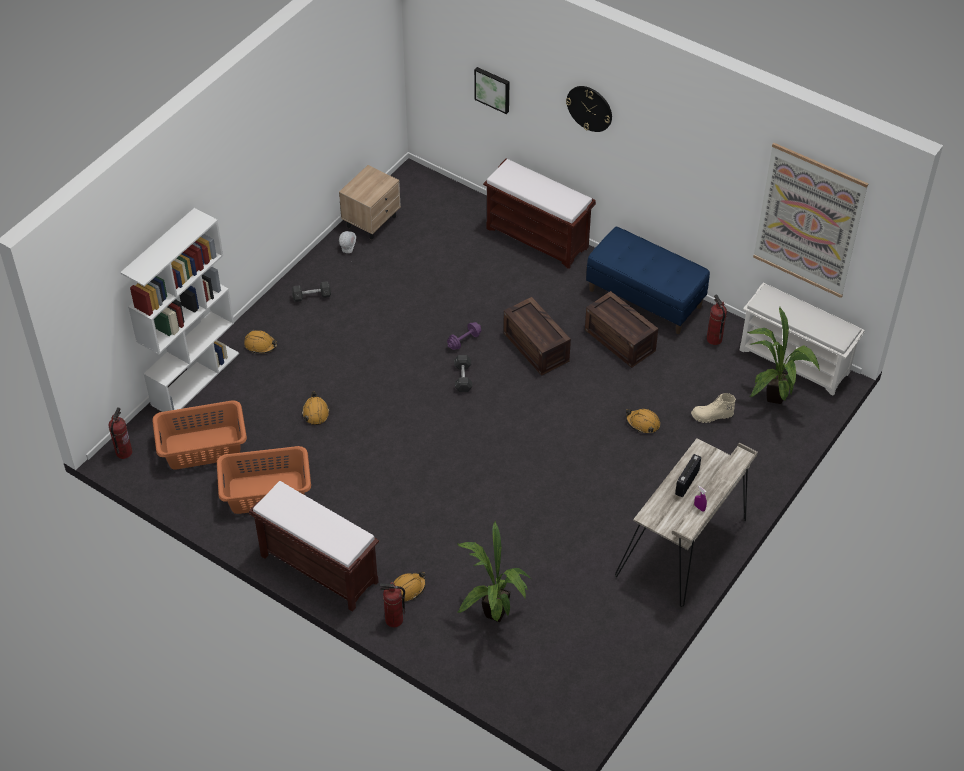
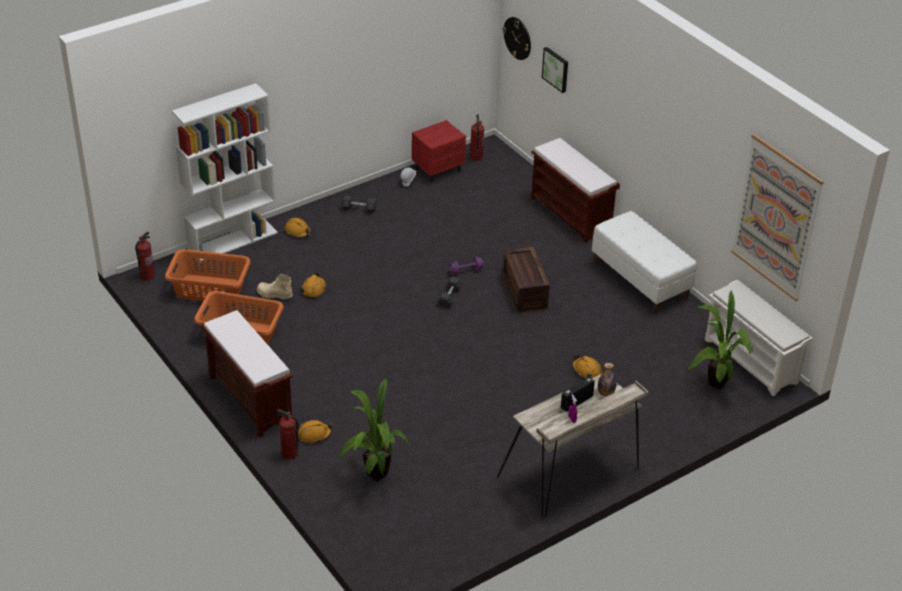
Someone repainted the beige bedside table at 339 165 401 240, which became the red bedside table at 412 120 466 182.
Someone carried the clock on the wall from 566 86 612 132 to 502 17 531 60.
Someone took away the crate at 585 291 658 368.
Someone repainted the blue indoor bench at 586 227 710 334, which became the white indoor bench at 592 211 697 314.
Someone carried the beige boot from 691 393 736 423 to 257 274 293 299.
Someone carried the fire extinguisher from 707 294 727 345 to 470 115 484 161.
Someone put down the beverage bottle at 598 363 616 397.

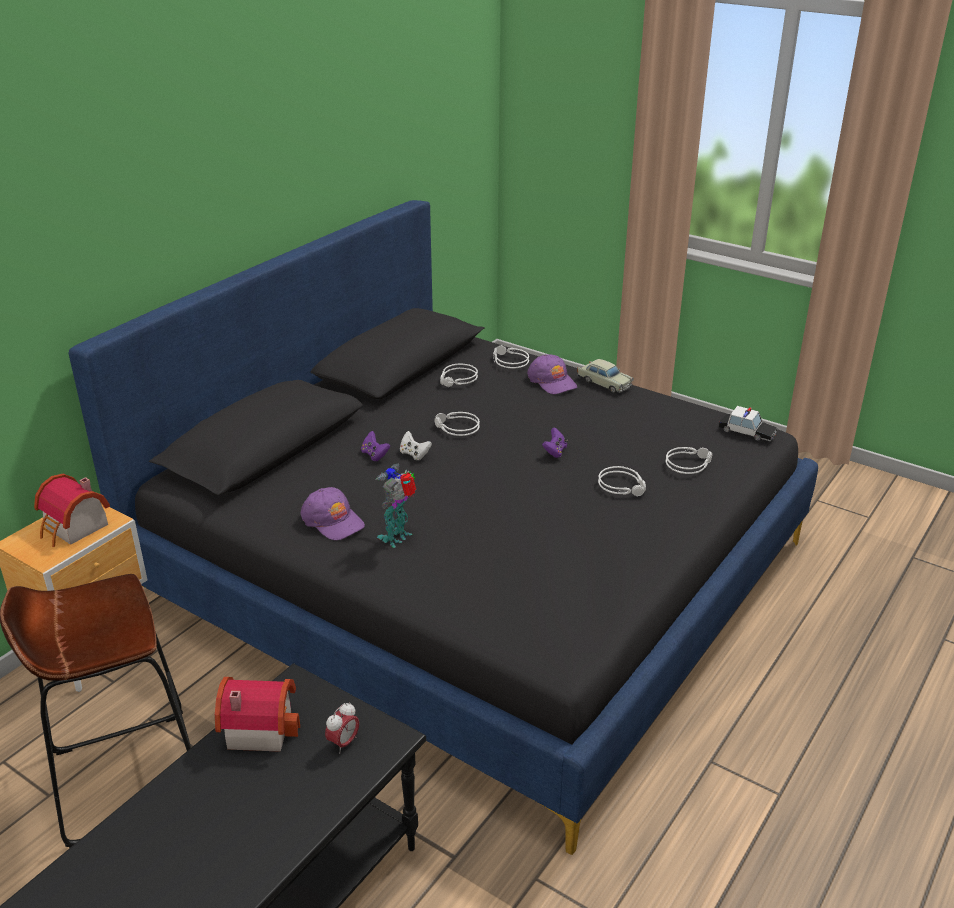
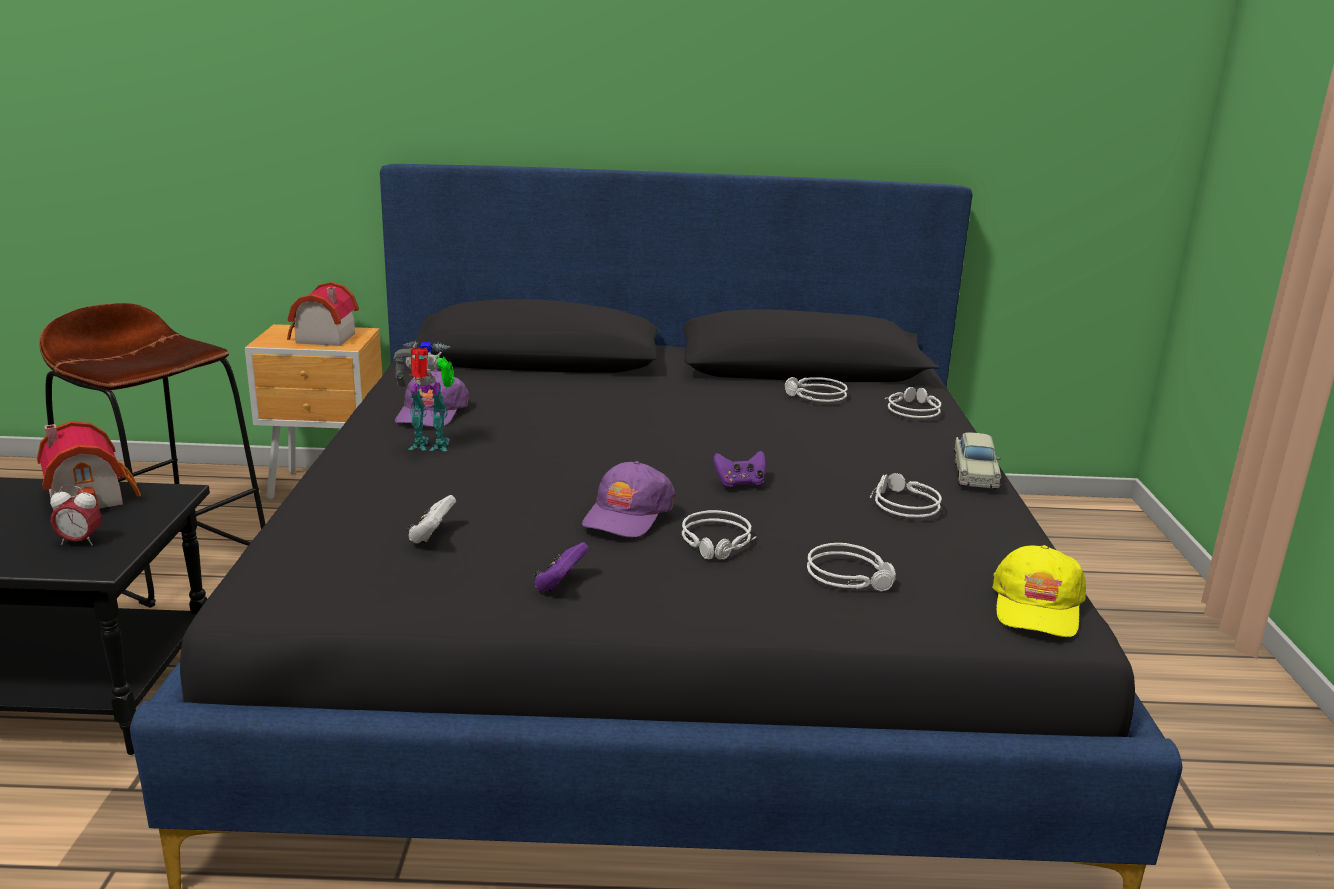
Someone carried the purple-coloured gamepad from 361 431 390 461 to 534 542 589 592.
Someone carried the white gamepad from 400 431 432 460 to 407 495 456 543.
Someone carried the grey headset from 434 412 480 436 to 870 473 942 518.
Someone carried the purple-coloured peaked cap from 527 354 577 394 to 582 461 676 537.
Someone swapped the miniature car at 719 406 777 441 for the yellow-coloured peaked cap at 992 545 1086 637.

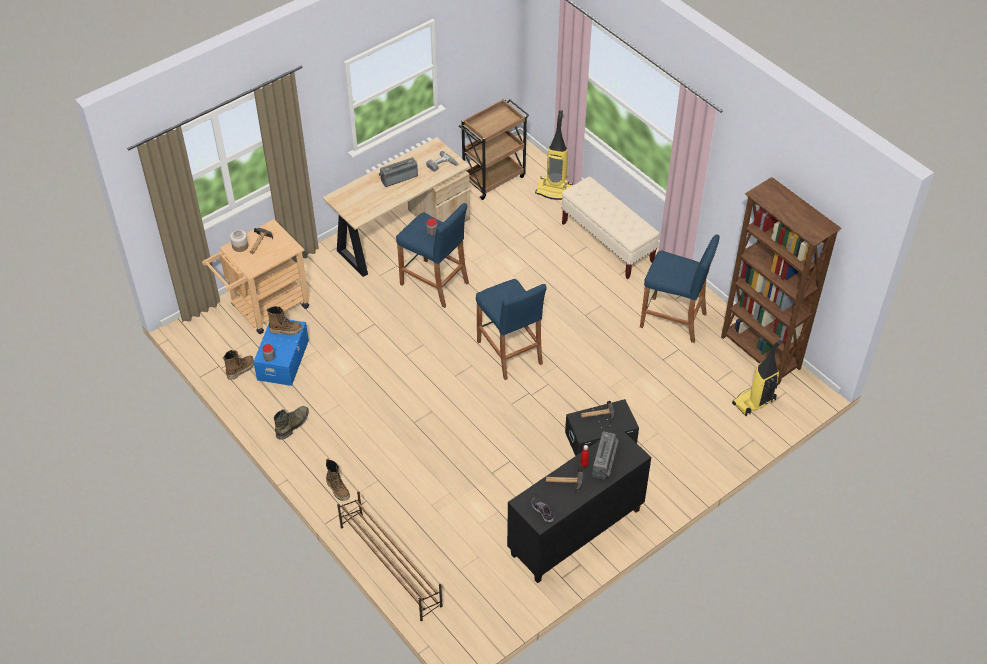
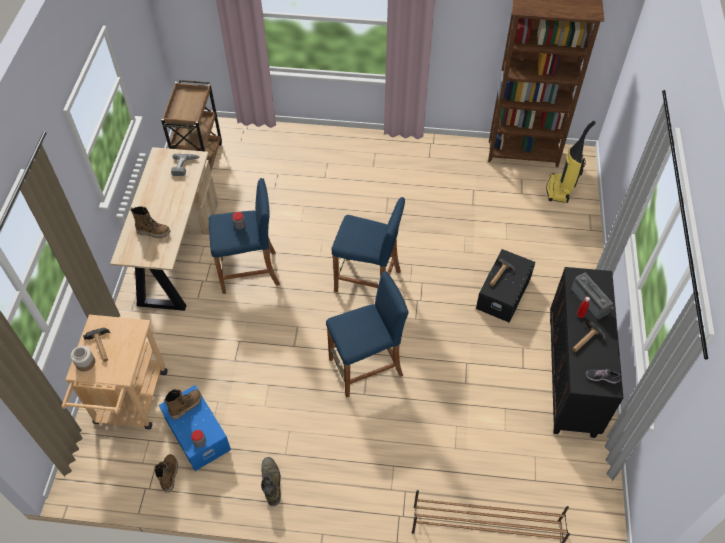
Someone carried the boot from 326 458 350 501 to 130 206 170 238.
Someone took away the radio receiver at 379 157 418 187.
Someone took away the vacuum at 535 110 573 200.
Someone took away the beige indoor bench at 562 177 660 279.
Someone carried the blue stool from 640 234 720 343 to 326 271 409 398.

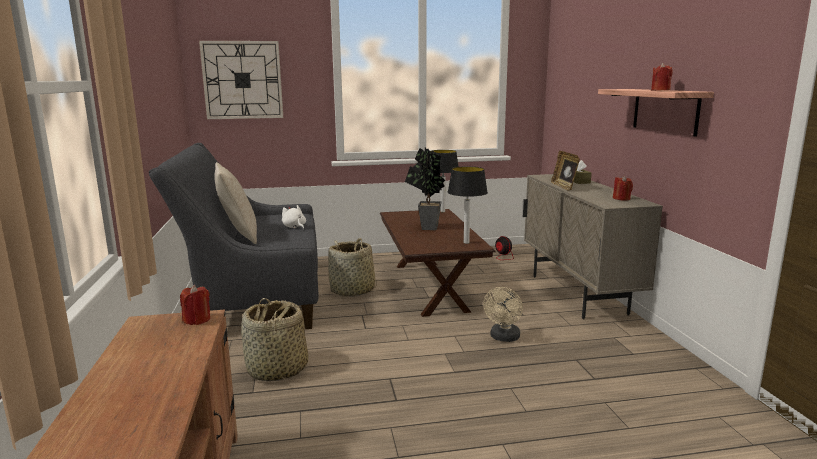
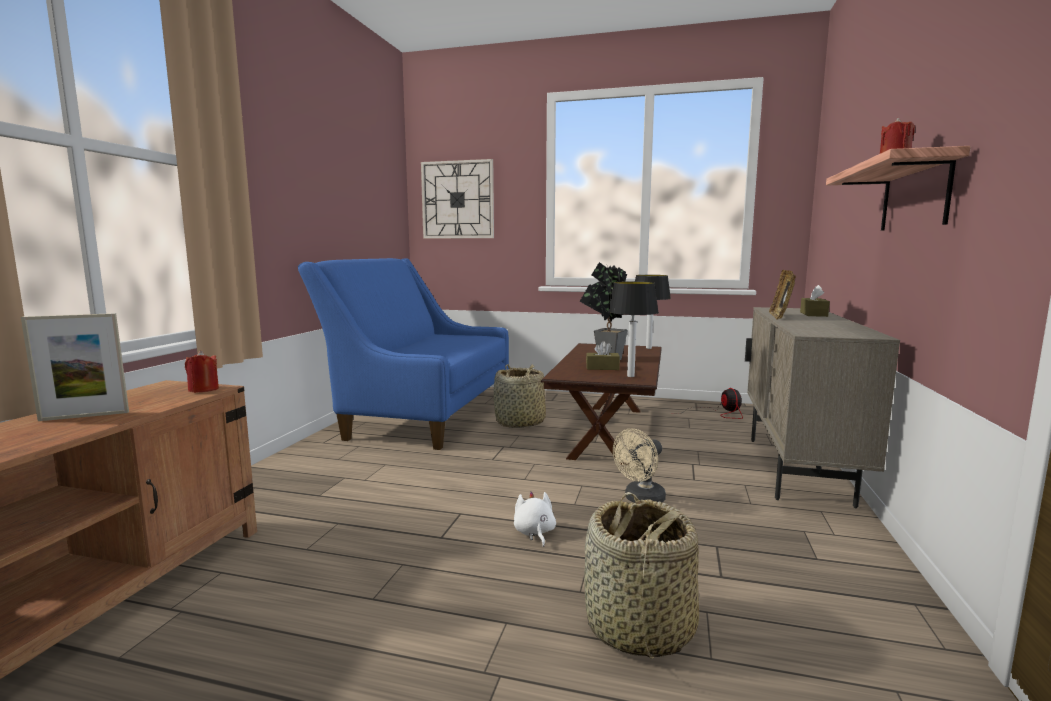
Someone repainted the grey settee at 149 143 319 329, which became the blue settee at 298 258 509 450.
Someone took away the beige cushion at 214 162 257 244.
Someone carried the household basket from 241 298 308 381 to 584 492 699 659.
Someone carried the white plush toy from 282 205 306 229 to 514 491 556 547.
Someone took away the red wax light at 613 176 633 201.
Someone put down the photo frame at 21 313 129 421.
Someone put down the brown-coloured tissue holder at 586 341 620 370.

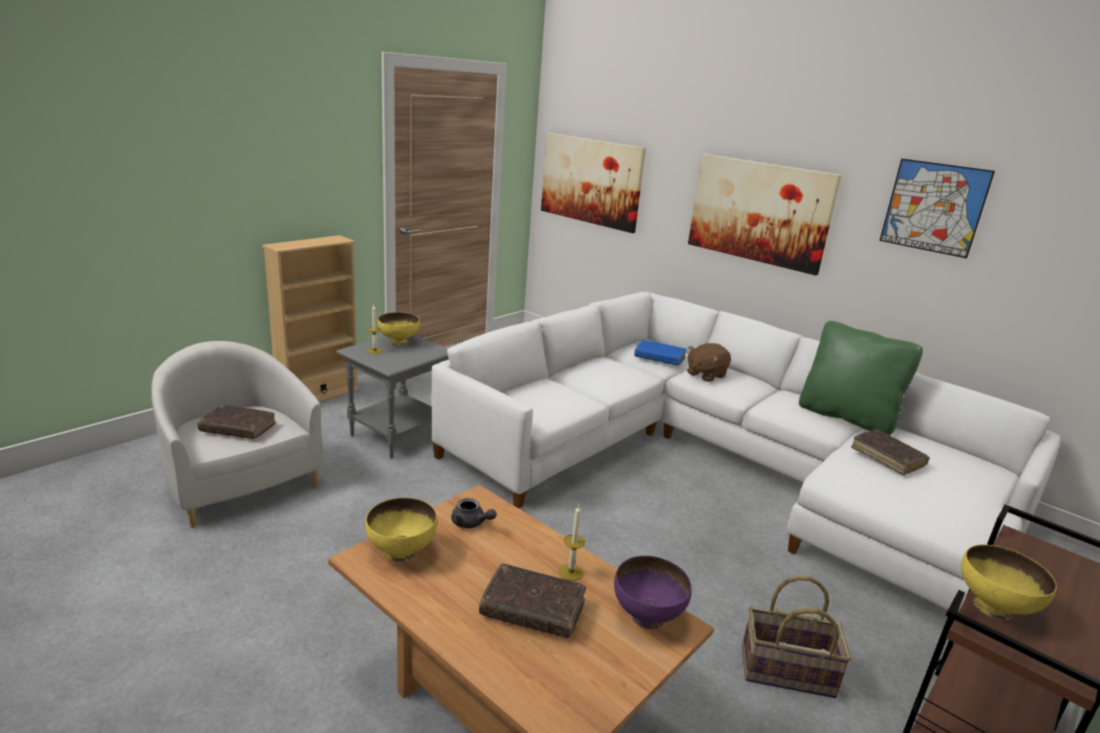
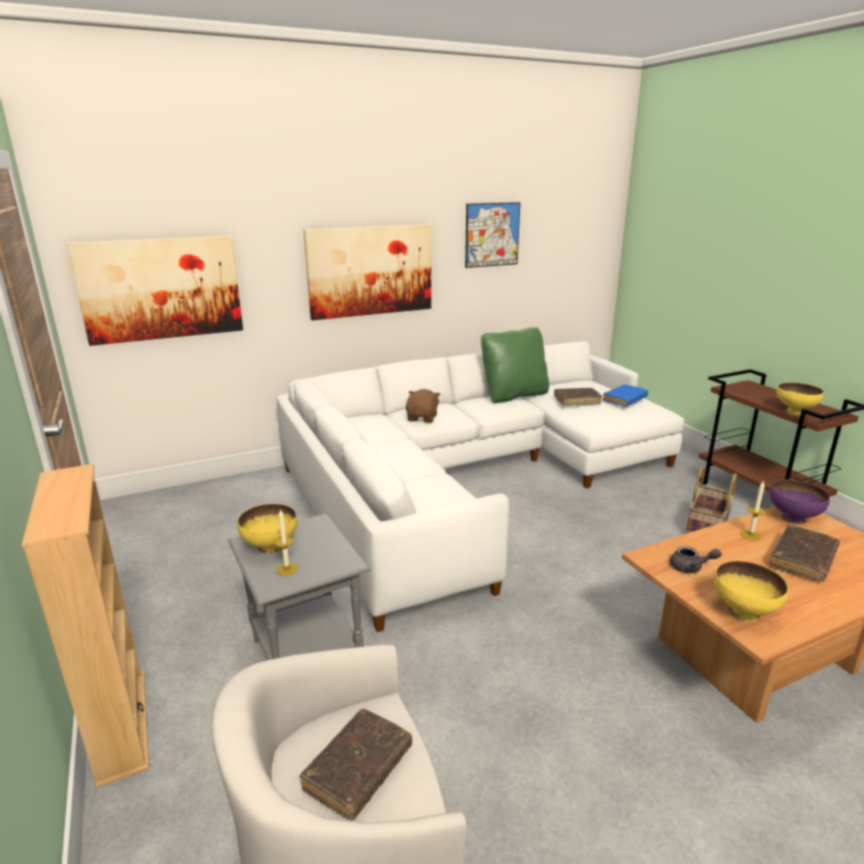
Someone rotated the grey pot for tea at 451 498 497 528 by 45 degrees clockwise.
Someone carried the blue volume from 634 340 687 366 to 603 385 648 407.
Someone rotated the brown-coloured plush toy at 687 343 731 382 by 150 degrees counterclockwise.

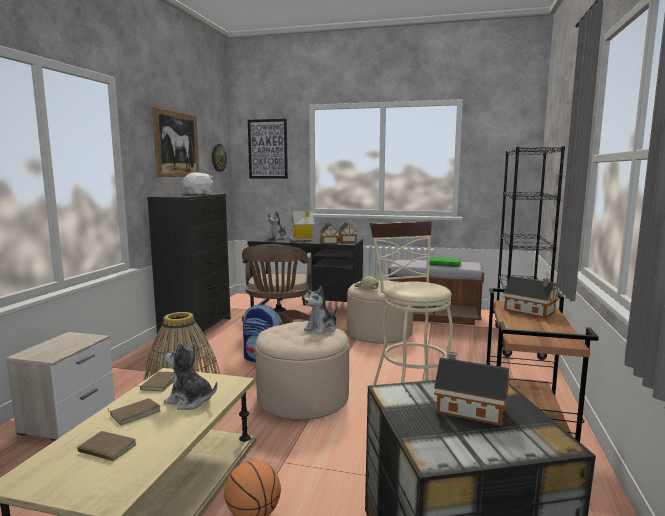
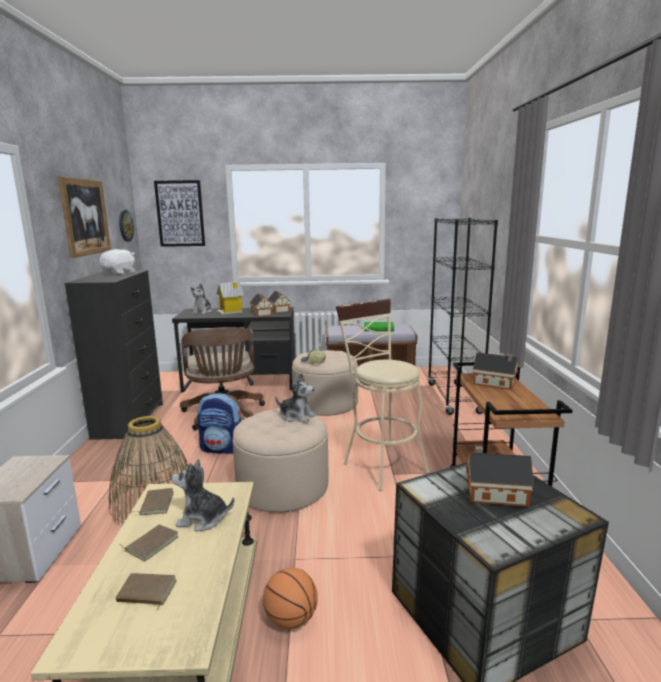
Someone rotated the plush toy at 304 286 337 335 by 90 degrees counterclockwise.

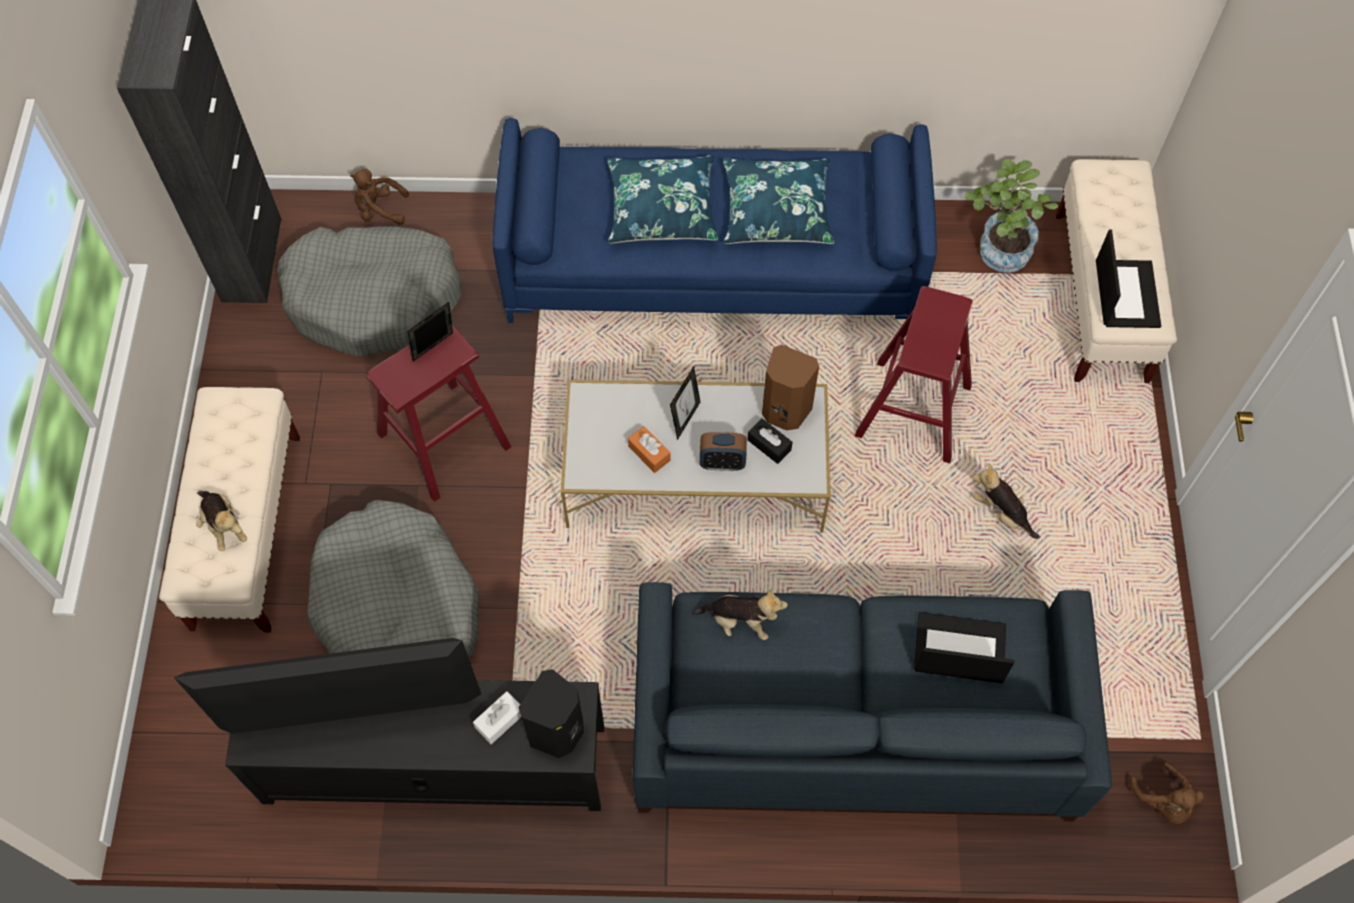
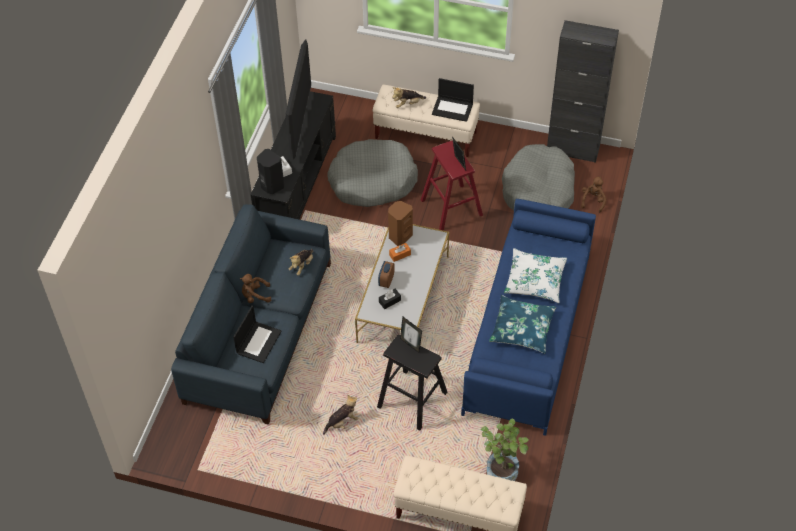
Someone repainted the blue cushion at 607 155 718 244, which became the white cushion at 504 248 567 303.
Someone carried the photo frame from 670 366 700 440 to 400 317 422 353.
Someone carried the brown-coloured audio speaker from 762 344 819 430 to 388 201 413 246.
Someone repainted the red stool at 855 286 973 463, which became the black stool at 377 335 447 431.
Someone carried the portable computer from 1096 229 1161 328 to 432 78 474 122.
Someone carried the brown-coloured plush toy from 1129 762 1204 824 to 240 274 271 303.

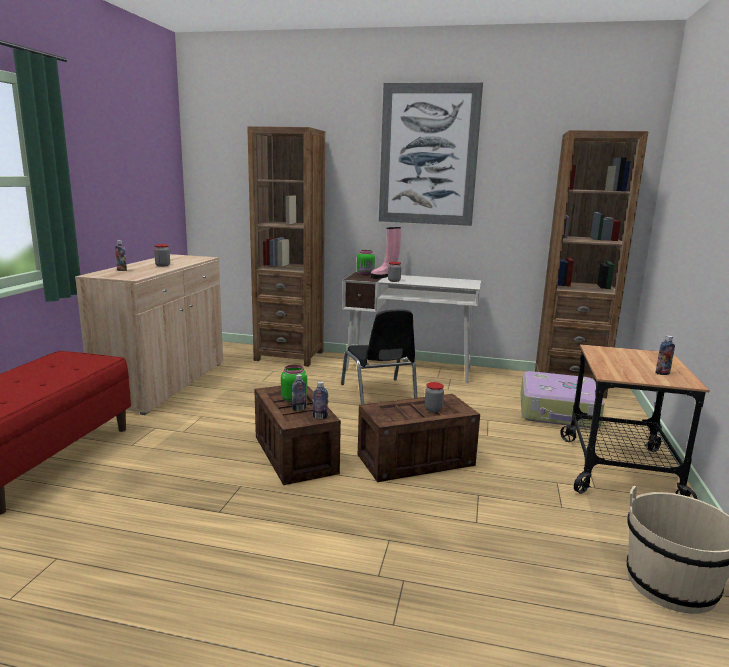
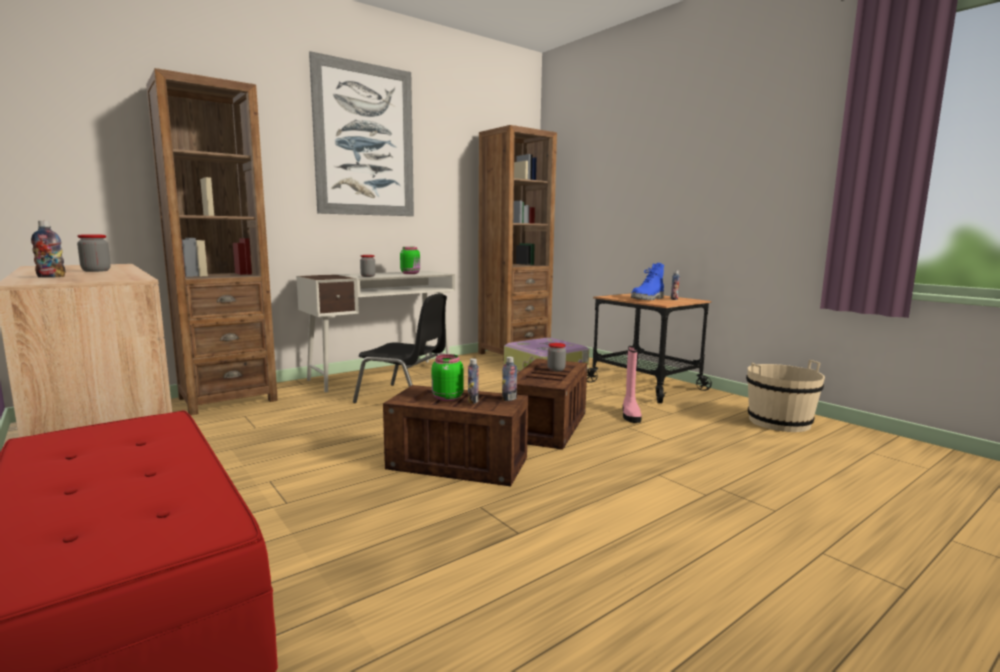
Someone carried the greenish storage jar from 357 250 375 275 to 400 247 420 274.
Someone carried the pink boot from 371 227 401 278 to 623 346 642 423.
Someone put down the blue boot at 631 263 664 300.

